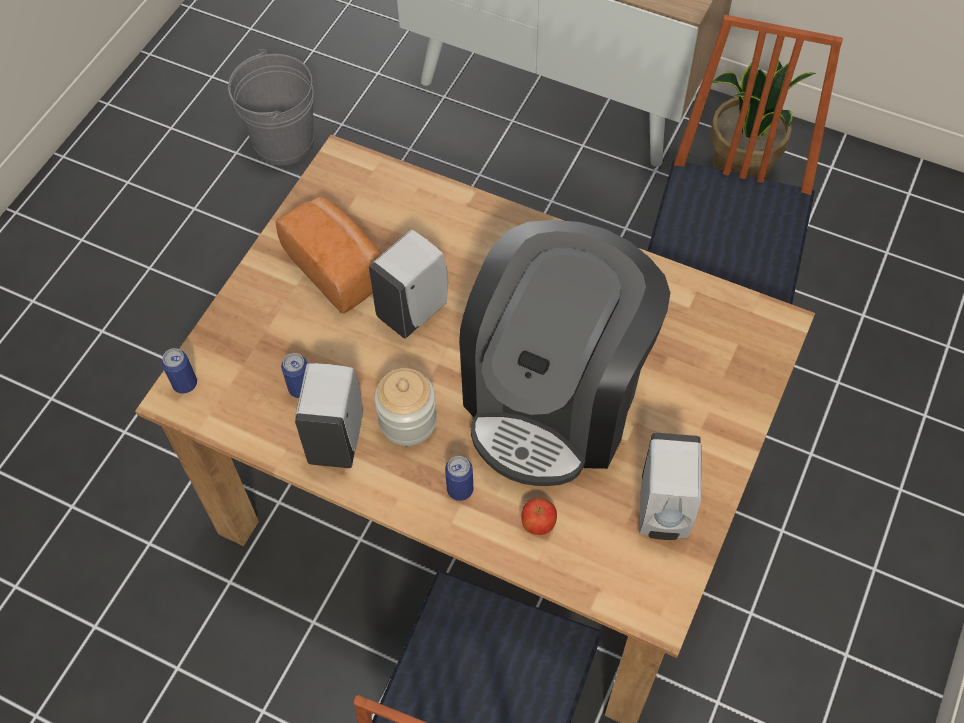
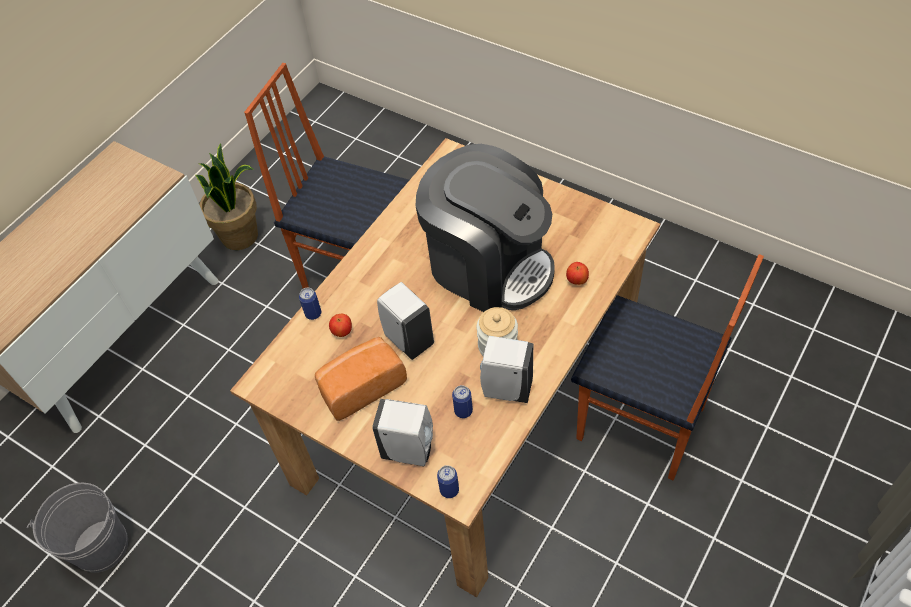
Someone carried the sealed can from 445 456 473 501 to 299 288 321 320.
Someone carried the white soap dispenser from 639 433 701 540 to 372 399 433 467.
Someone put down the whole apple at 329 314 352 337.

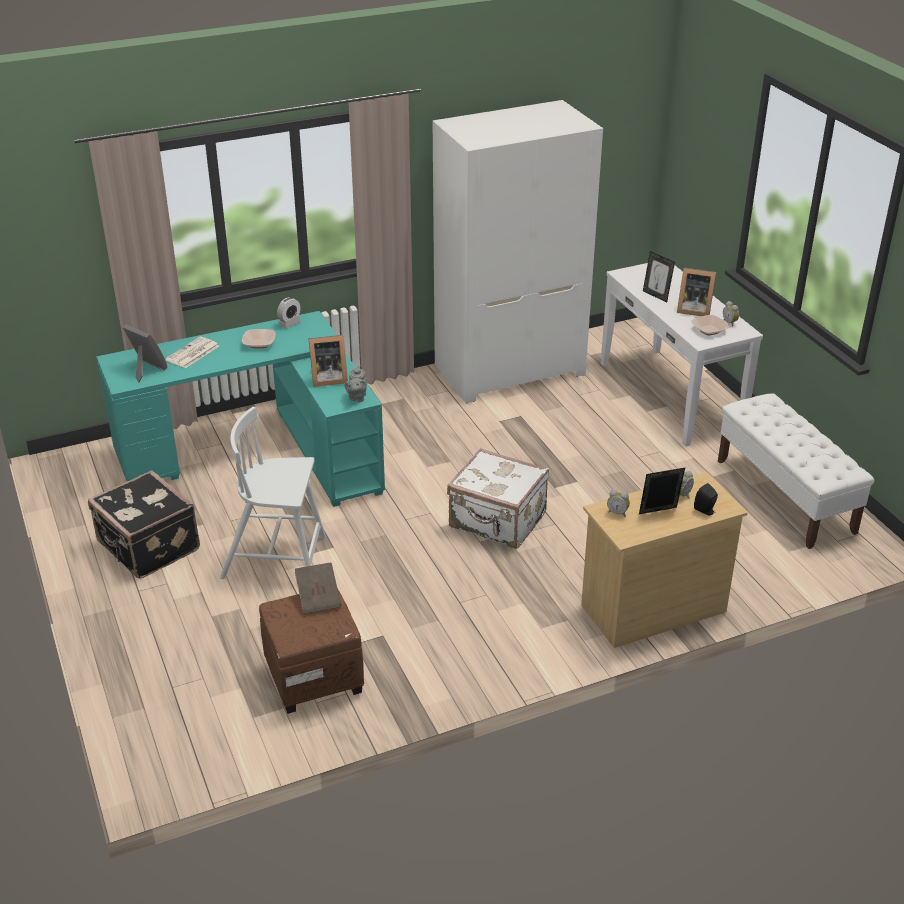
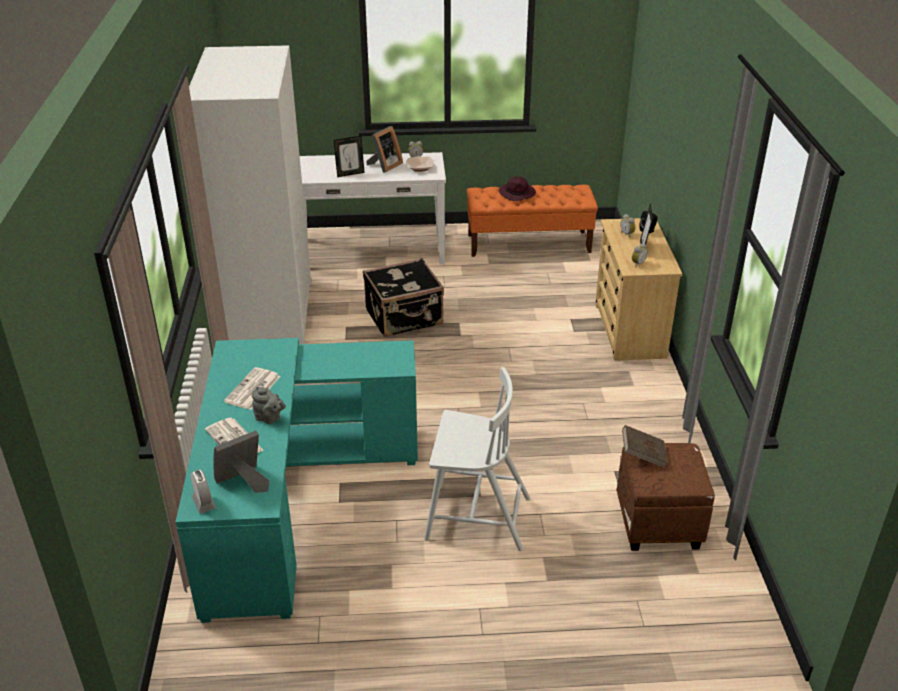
Someone carried the black suitcase from 88 470 200 579 to 363 258 444 337.
Someone rotated the white chair at 220 407 326 579 by 105 degrees counterclockwise.
Someone swapped the bowl at 242 329 276 349 for the daily paper at 224 367 281 410.
Someone carried the bedside clock from 277 297 301 329 to 191 470 216 514.
Someone took away the photo frame at 308 335 348 387.
Someone carried the grey pot for tea from 345 366 367 402 to 252 386 286 424.
Someone took away the white suitcase at 447 448 549 549.
Someone repainted the white indoor bench at 718 393 875 549, which became the orangey indoor bench at 467 185 598 257.
Someone put down the purple-coloured clothing hat at 499 176 536 201.

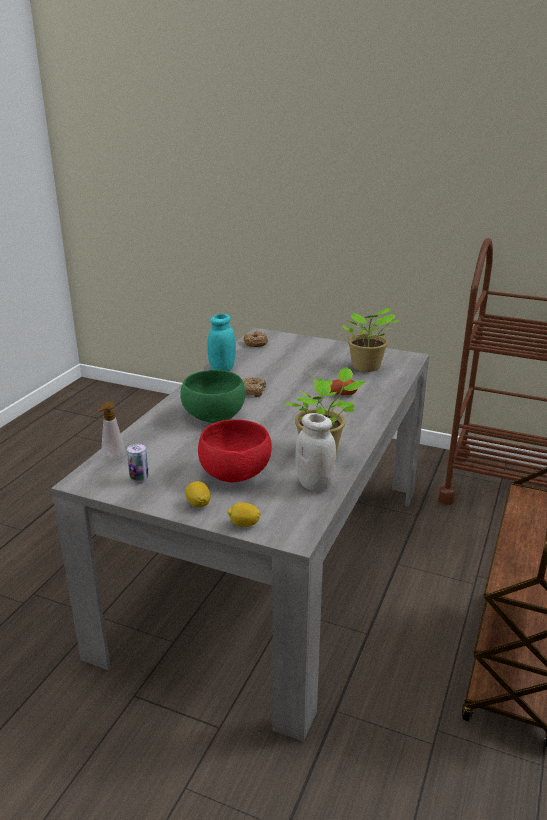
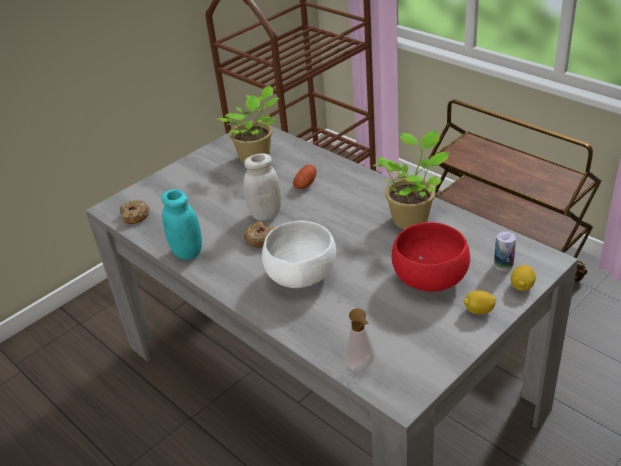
Someone carried the sealed can from 127 444 149 484 to 494 231 516 271.
Someone repainted the greenish bowl at 180 370 245 423, which became the white bowl at 262 221 336 288.
Someone carried the white storage jar from 295 413 336 491 to 243 153 282 221.

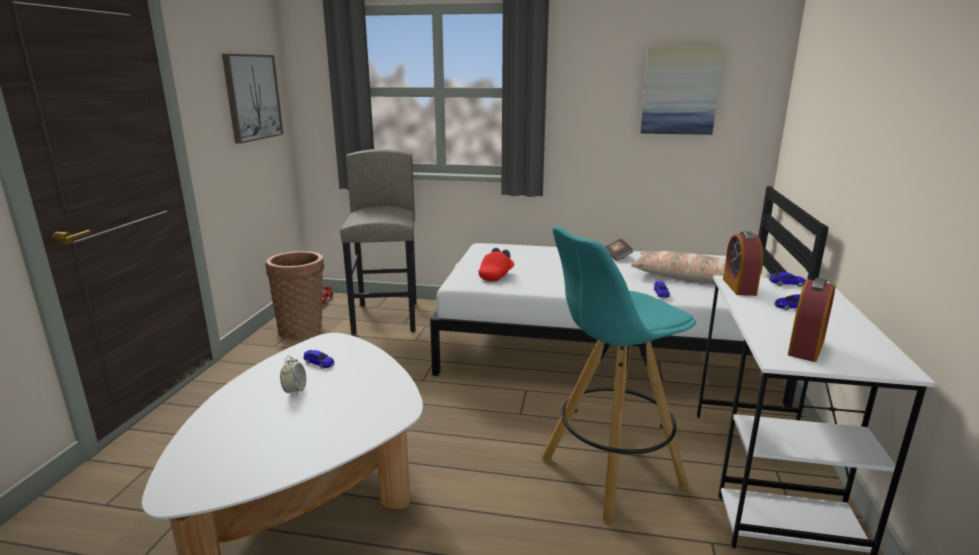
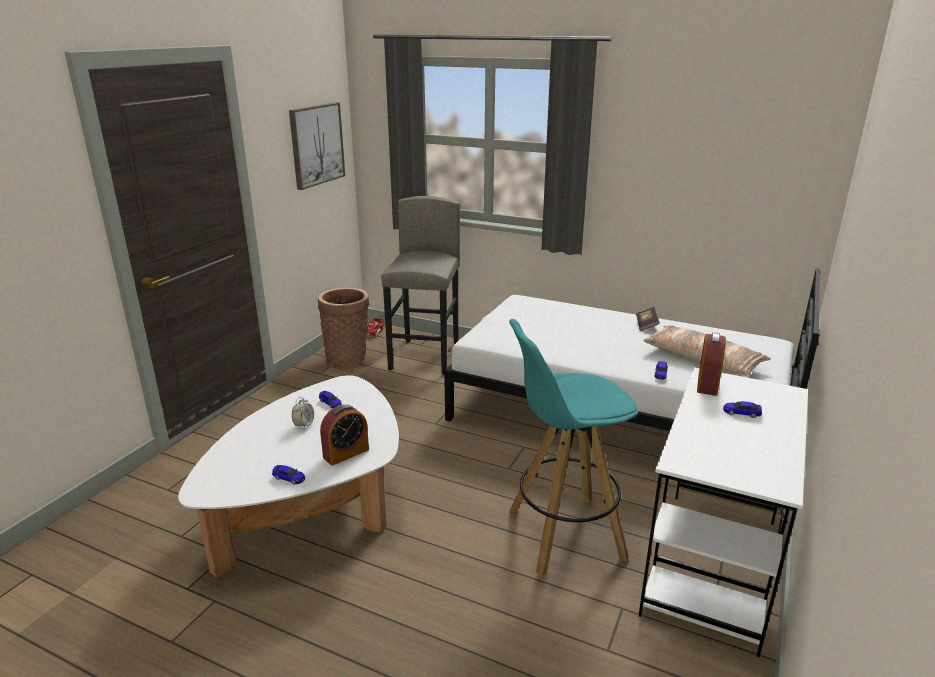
Someone took away the red peaked cap at 478 248 514 281.
Someone took away the wall art at 640 47 724 135.
Someone carried the miniature car from 769 272 806 287 to 272 465 305 485.
Someone carried the bedside clock from 788 278 835 362 to 320 404 369 466.

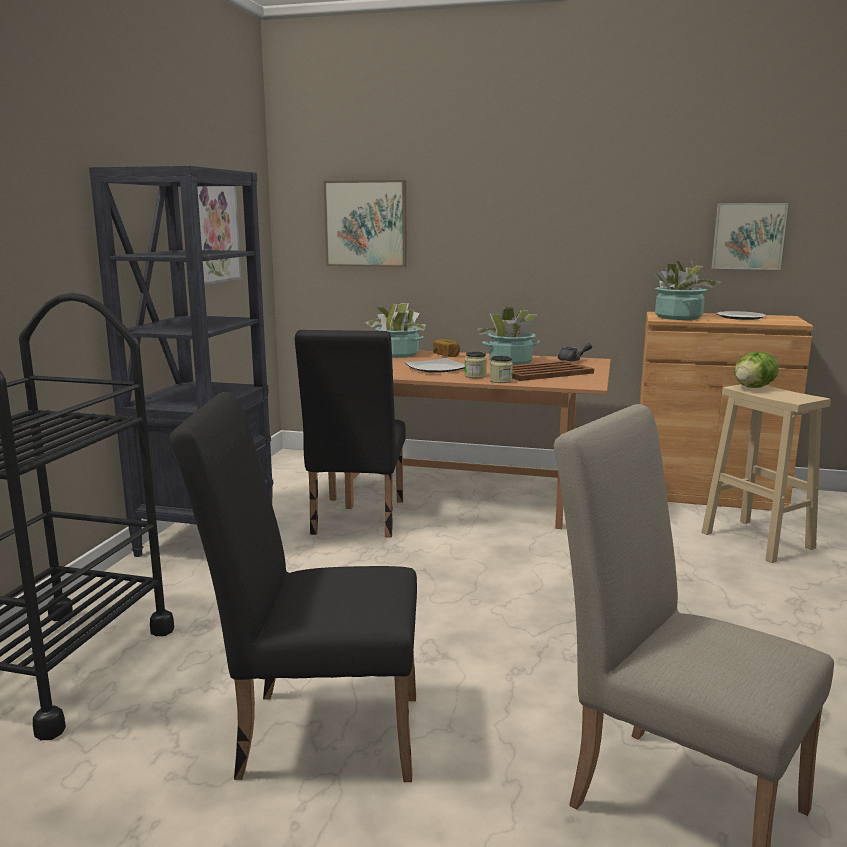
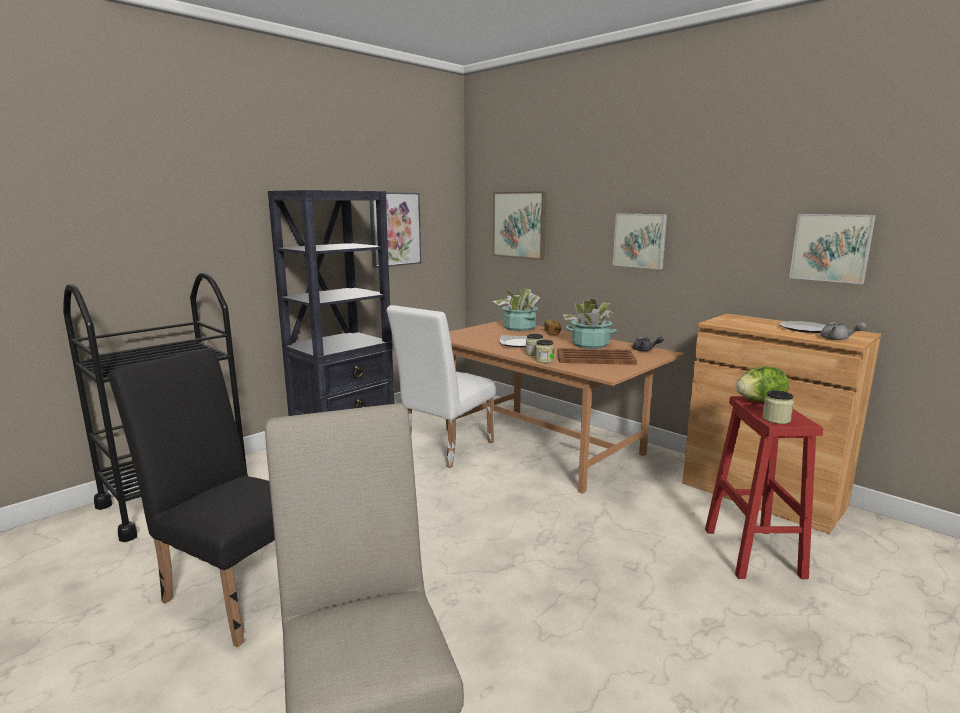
Someone repainted the black chair at 295 330 406 538, which became the white chair at 387 305 495 468.
Someone took away the plant in a pot at 653 260 723 320.
Someone repainted the beige stool at 702 384 831 563, which became the red stool at 705 396 823 579.
Someone put up the wall art at 613 213 667 269.
Someone put down the storage jar at 762 390 794 424.
Someone put down the grey pot for tea at 820 322 867 340.

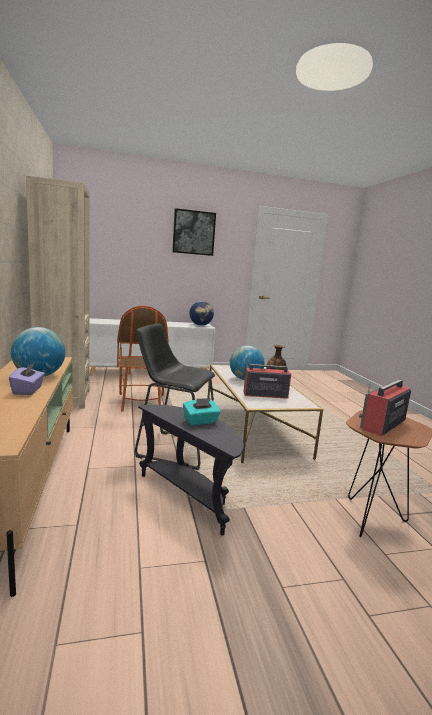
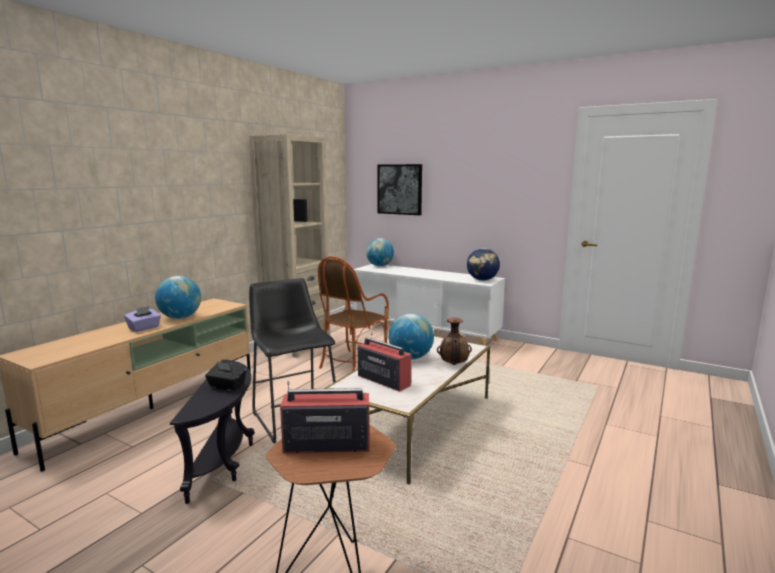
Someone carried the wall art from 172 208 216 256 to 377 164 422 215.
Someone repainted the blue-green tissue holder at 183 398 221 426, which became the black tissue holder at 205 361 247 391.
Someone put down the globe at 366 238 394 266.

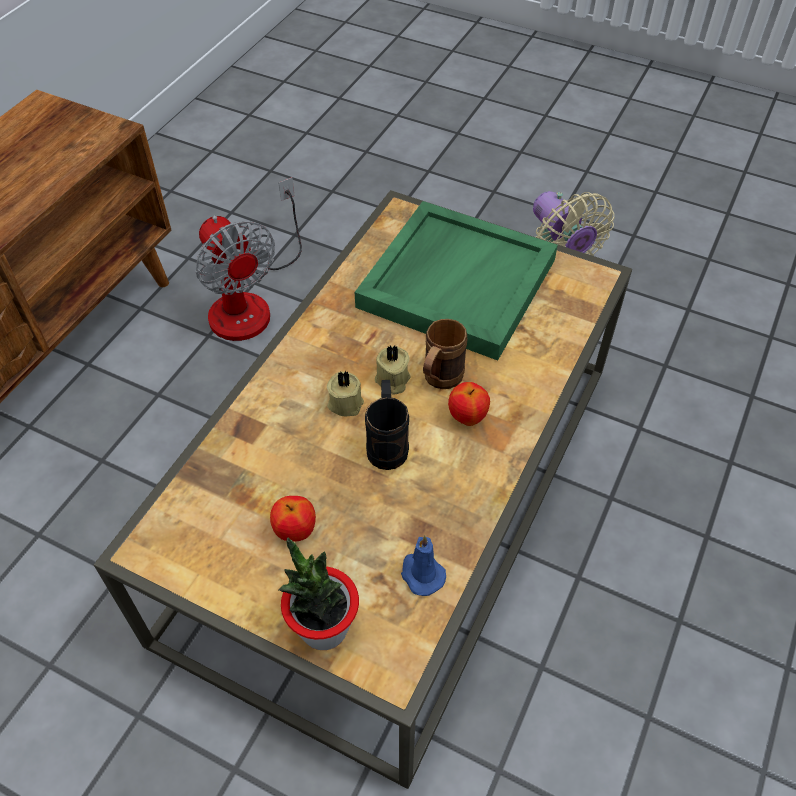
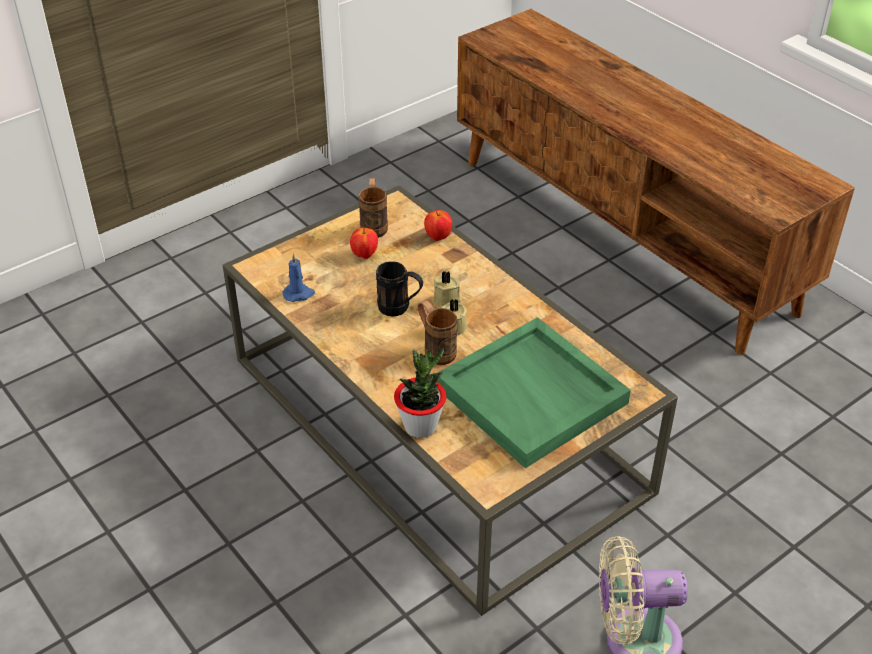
Someone took away the cooling fan at 196 177 302 341.
Someone carried the plant in a pot from 279 538 359 650 to 394 348 446 438.
Someone carried the whole apple from 448 382 490 426 to 424 210 452 241.
Someone put down the brown-coloured mug at 359 178 388 238.

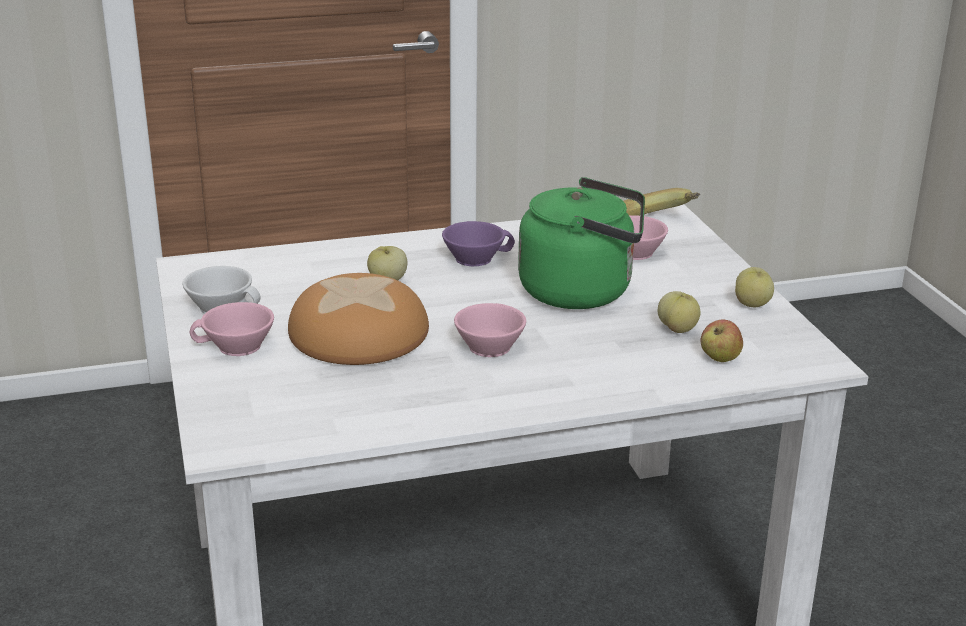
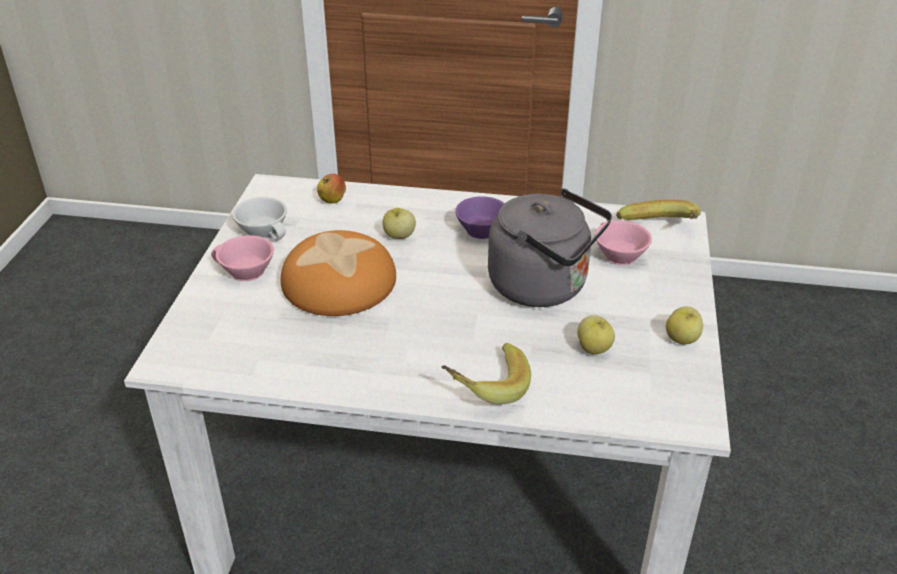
Someone took away the pink small cup at 454 303 526 357.
Someone repainted the greenish tea kettle at 518 177 645 309, which became the grey tea kettle at 488 188 612 307.
Someone carried the whole apple from 701 319 743 362 to 317 174 346 204.
Someone put down the whole banana at 442 343 531 404.

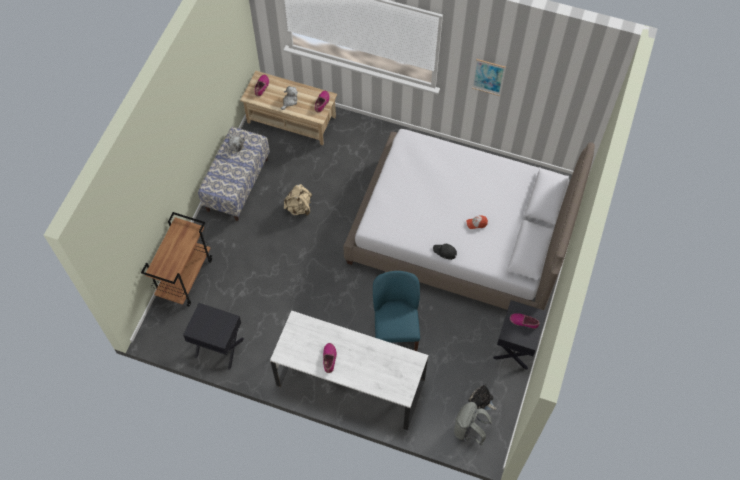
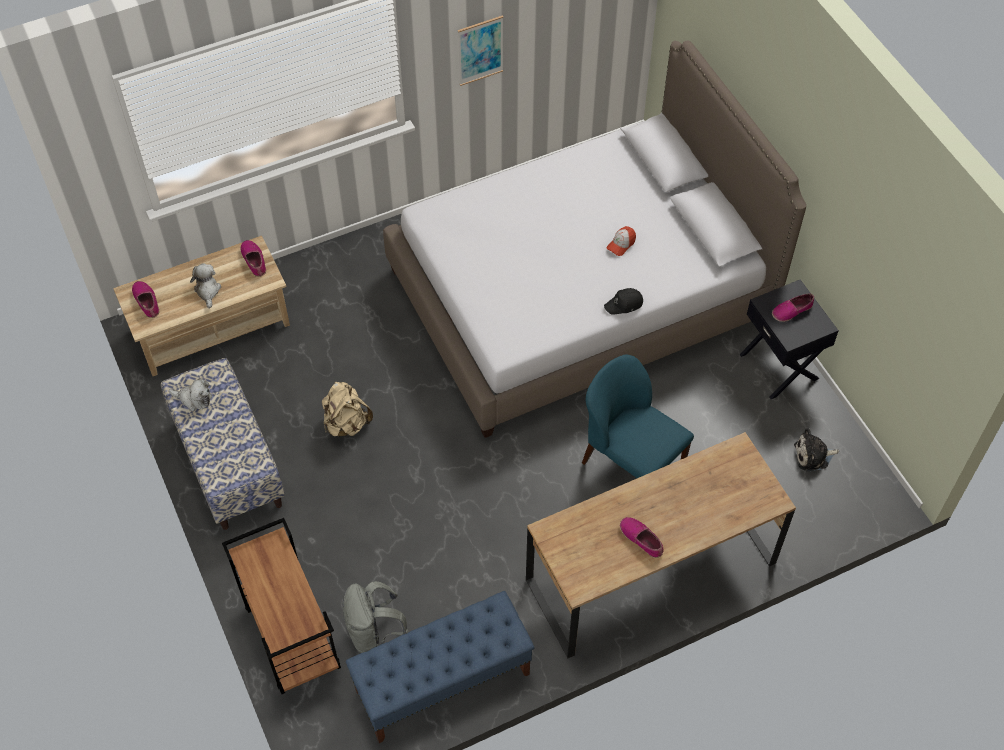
Someone swapped the black bedside table at 183 303 244 370 for the blue indoor bench at 346 591 535 743.
Someone repainted the white desk at 270 310 428 430, which became the brown-coloured desk at 526 432 796 658.
Someone carried the grey backpack from 454 402 492 445 to 342 581 408 653.

